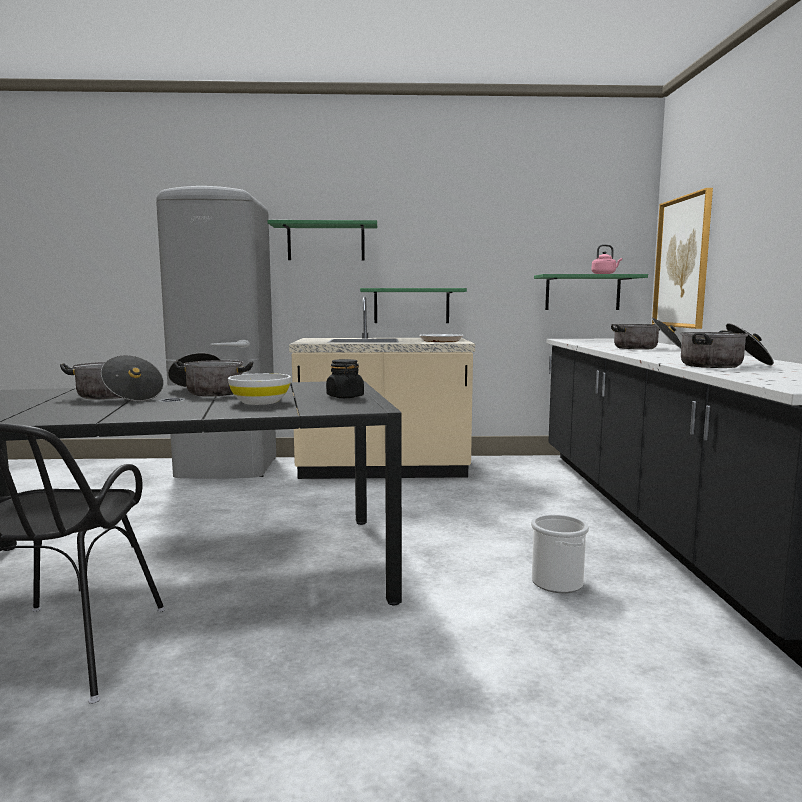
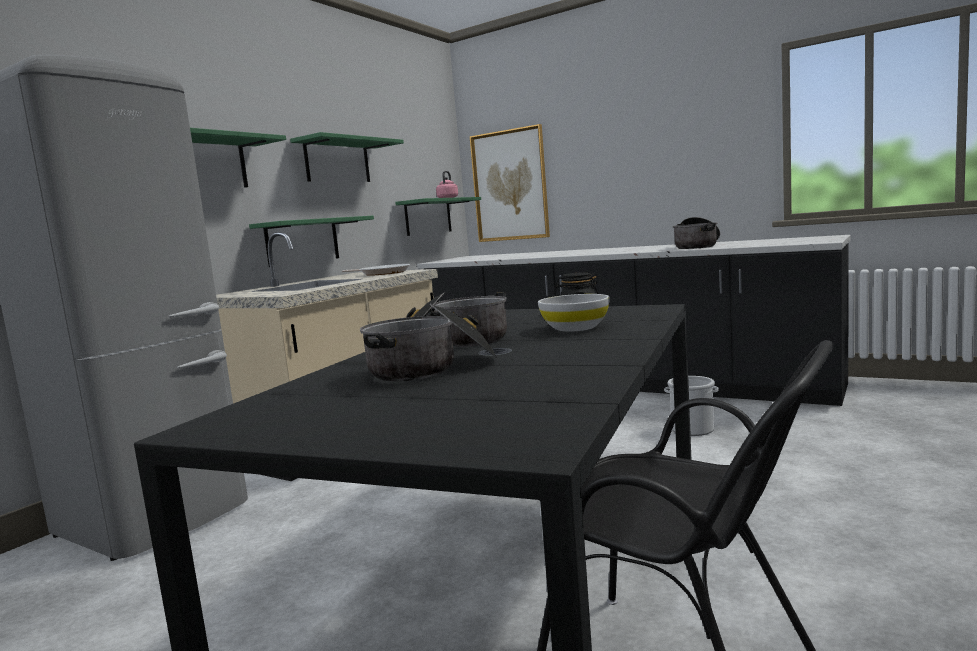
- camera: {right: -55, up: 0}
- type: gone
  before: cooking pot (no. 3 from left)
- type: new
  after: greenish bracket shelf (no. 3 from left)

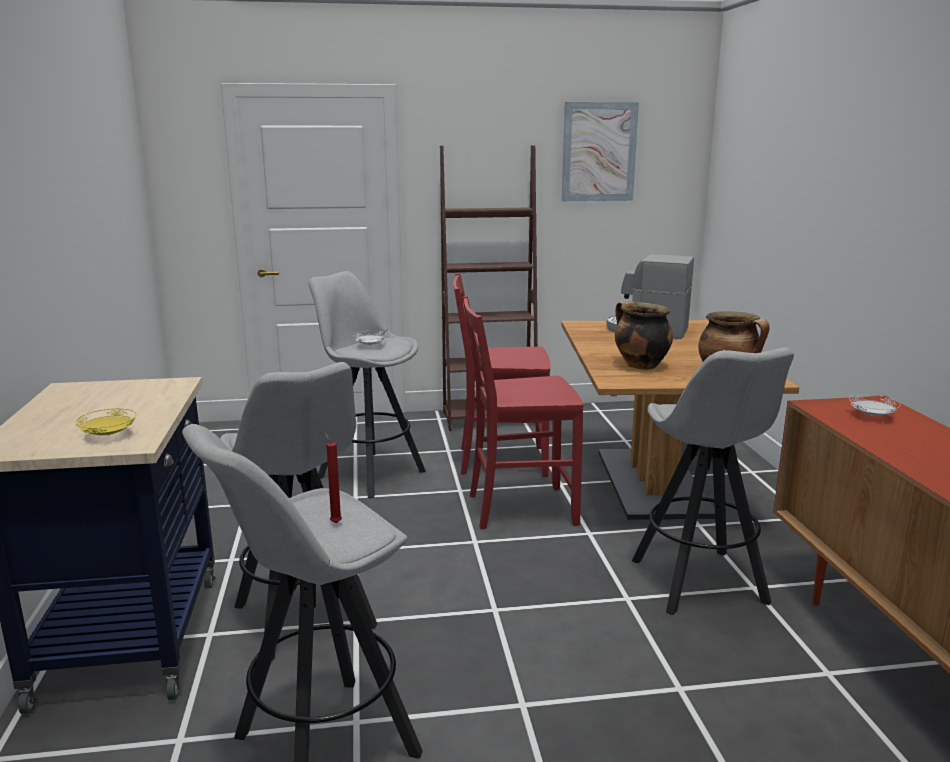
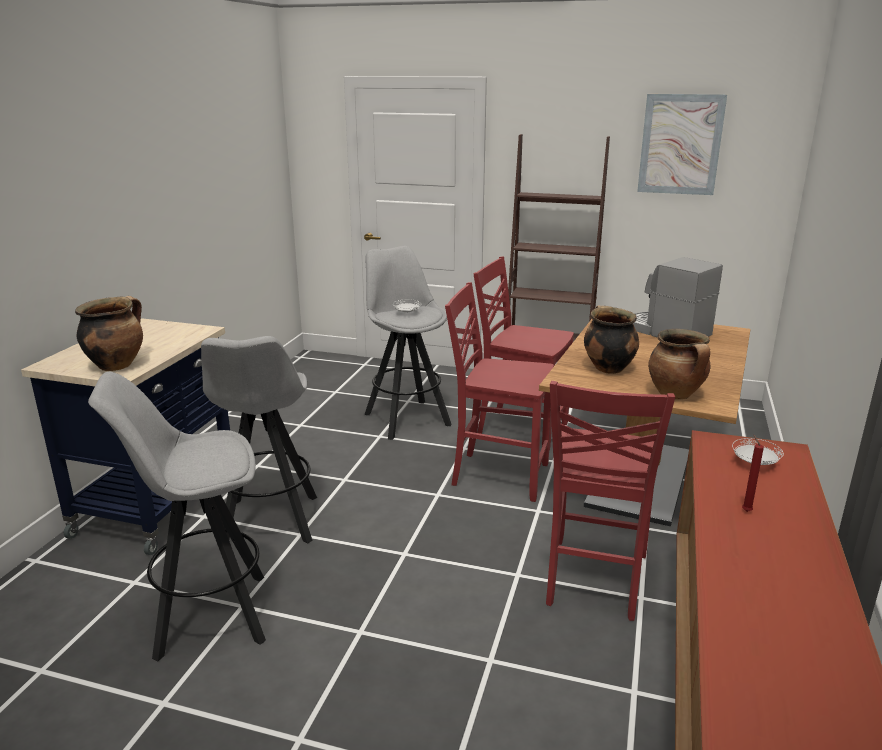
- camera: {right: 25, up: 5}
- type: swapped
  before: yellow-coloured plate
  after: cooking pot (no. 1 from left)
- type: shifted
  before: red-coloured wax candle
- type: swapped
  before: grey sitting stool (no. 4 from left)
  after: red-coloured plain chair (no. 3 from left)

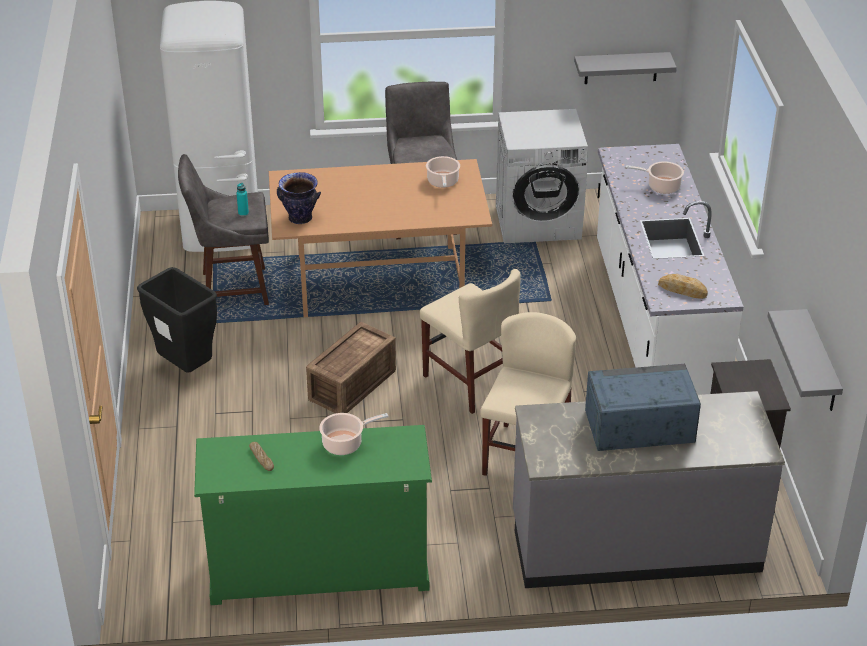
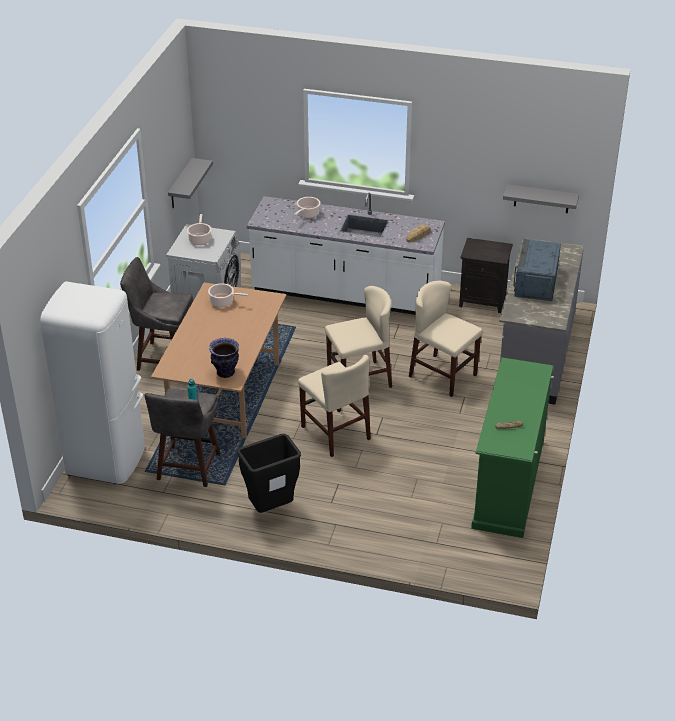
- camera: {right: -70, up: 0}
- type: swapped
  before: crate
  after: beige plain chair (no. 1 from left)
- type: shifted
  before: cooking pot (no. 1 from left)

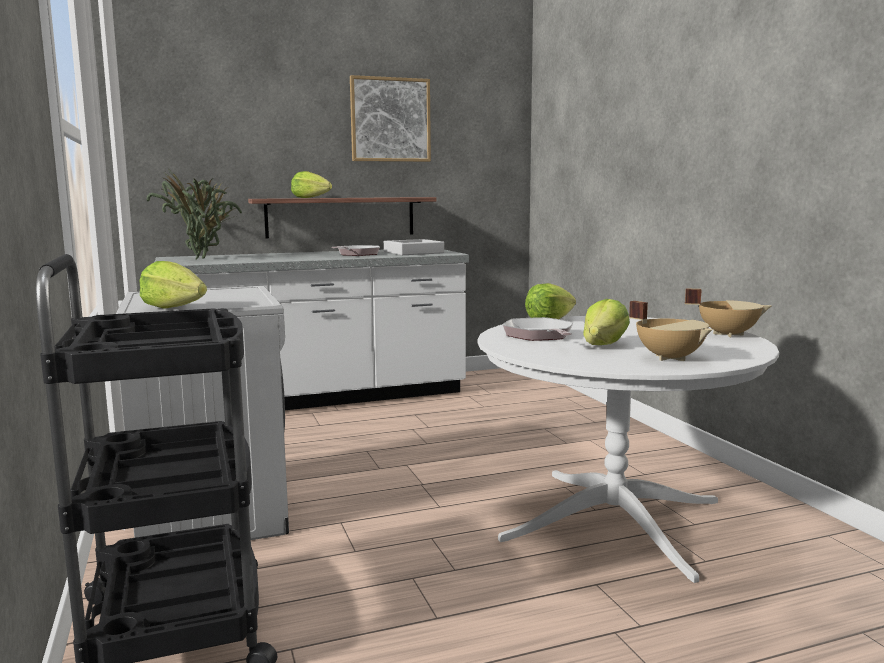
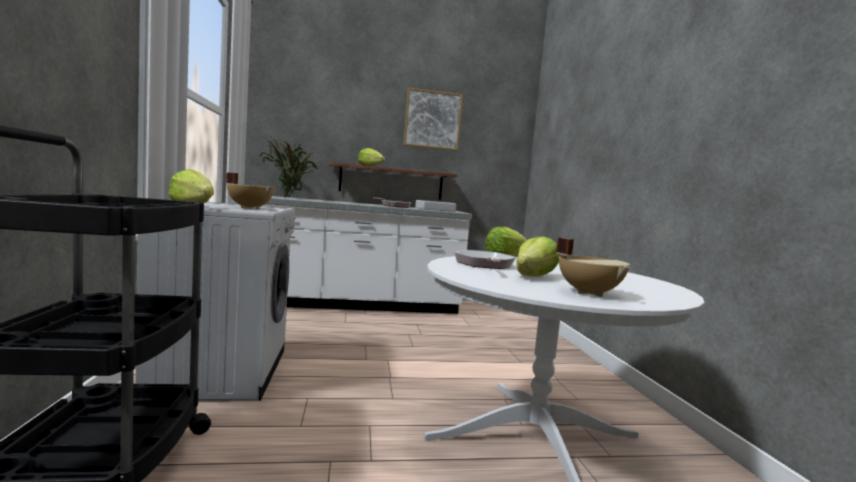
- camera: {right: 10, up: -5}
- type: shifted
  before: beige cooking pot (no. 2 from left in the first image)
  after: beige cooking pot (no. 1 from left)

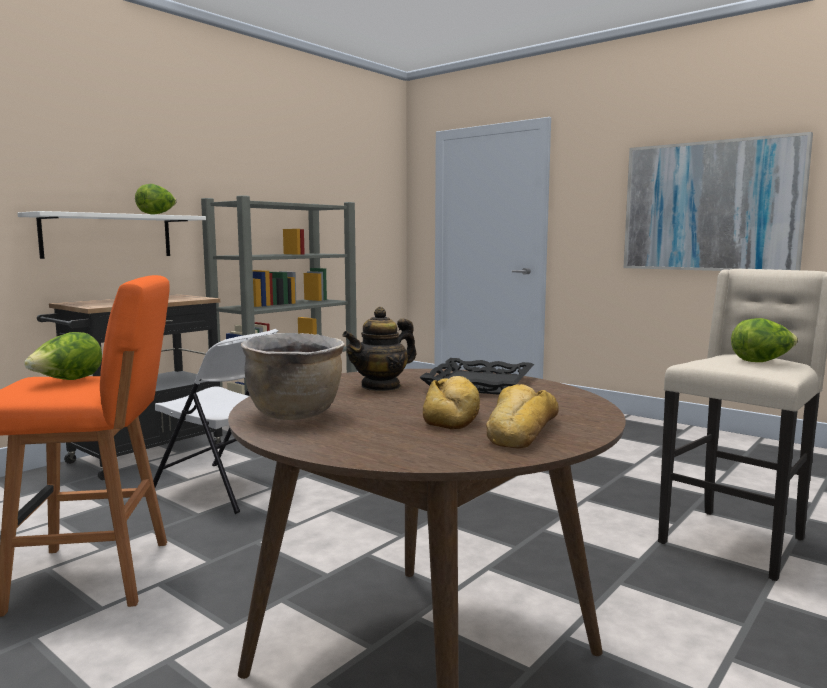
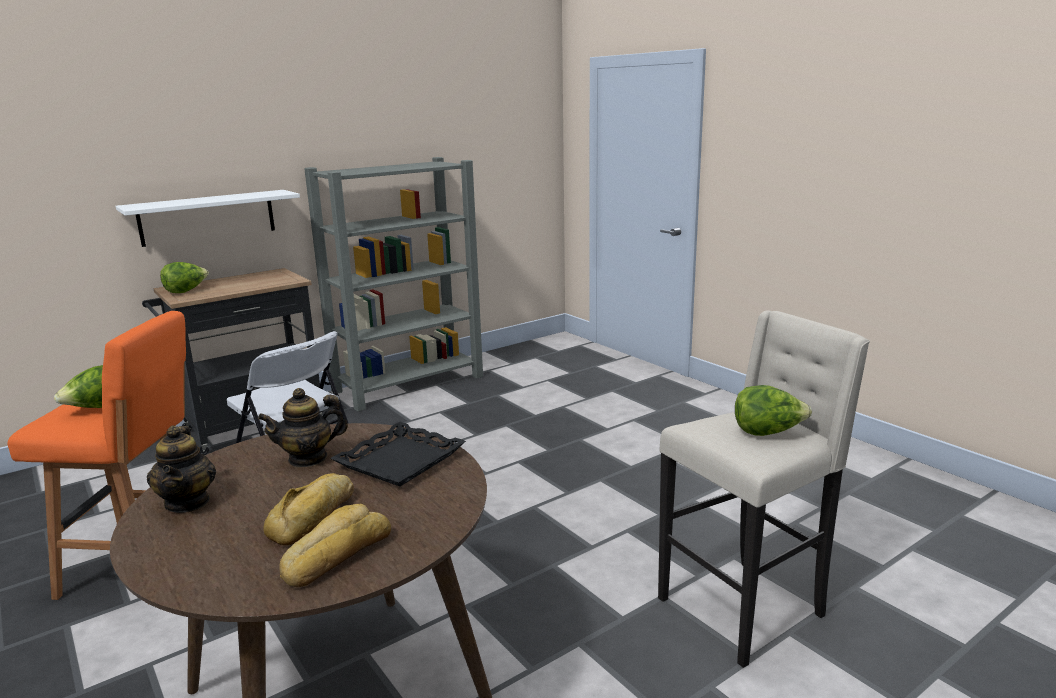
- camera: {right: 15, up: 10}
- type: shifted
  before: lettuce (no. 2 from left)
- type: swapped
  before: brown cooking pot
  after: pot for tea (no. 1 from left)
- type: gone
  before: wall art

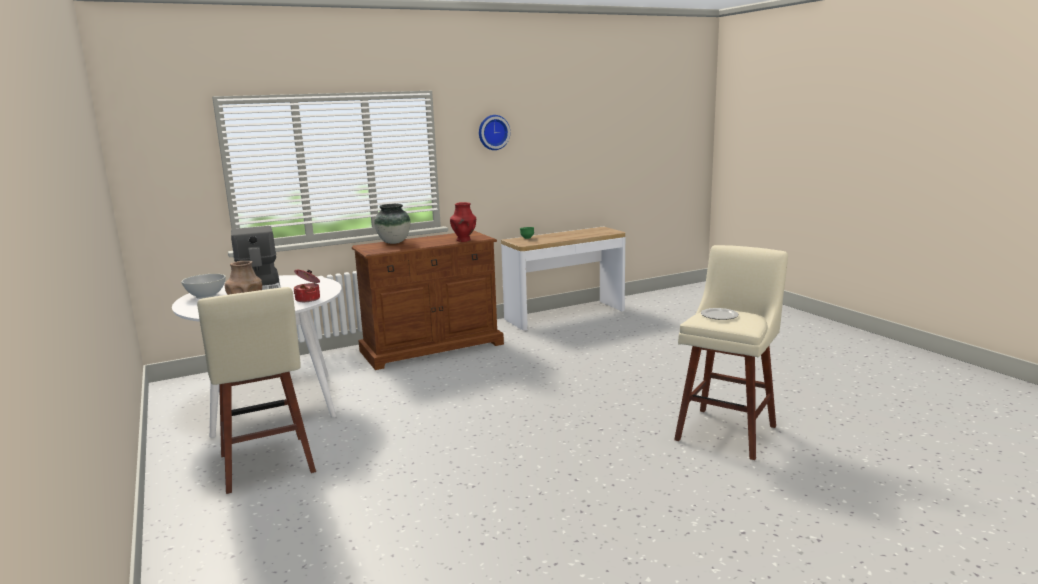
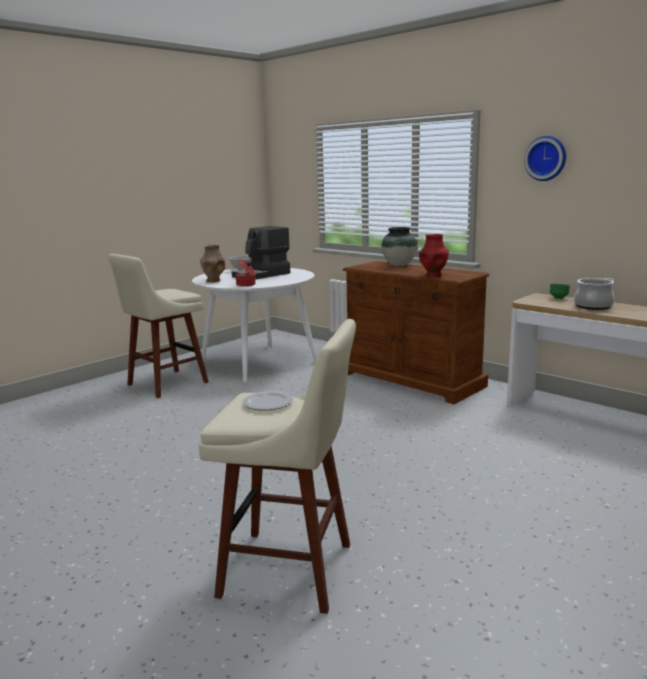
- camera: {right: 70, up: 0}
- type: new
  after: cooking pot (no. 2 from left)

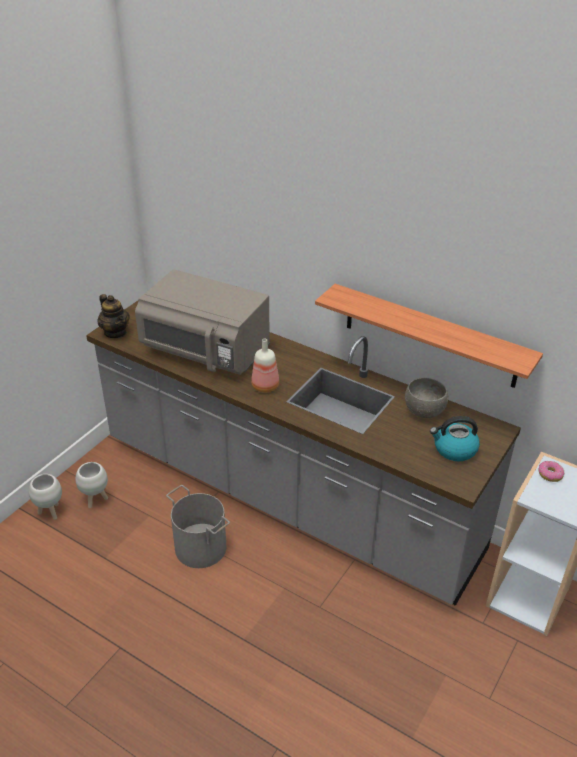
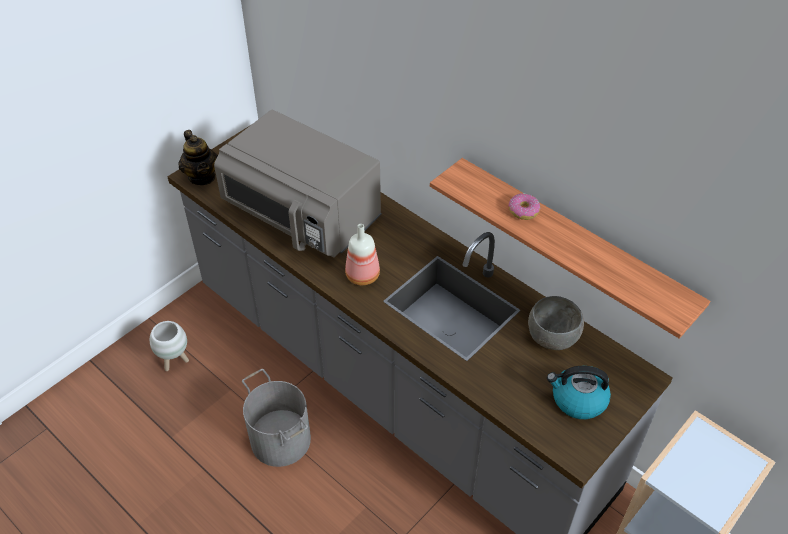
- camera: {right: 10, up: 10}
- type: gone
  before: white-coloured flower pot (no. 1 from left)
- type: shifted
  before: ring doughnut

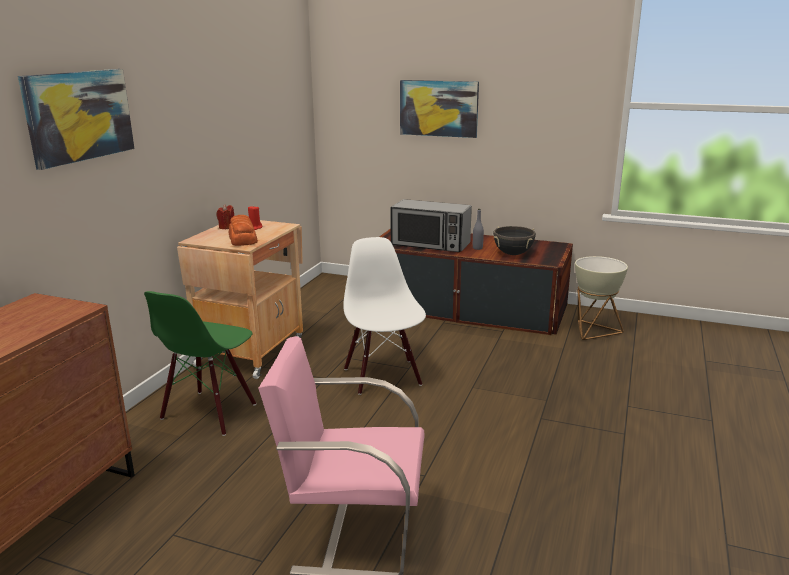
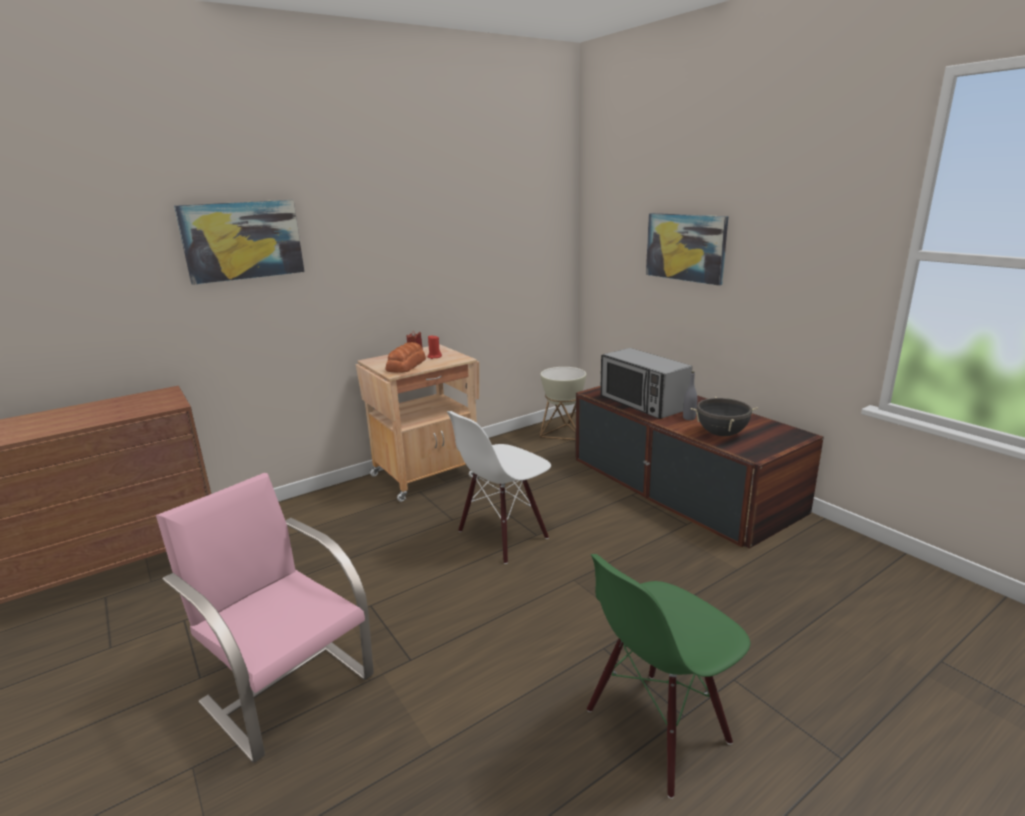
- camera: {right: 35, up: 0}
- type: shifted
  before: greenish plain chair
- type: rotated
  before: white-coloured plain chair
  turn: -150
- type: shifted
  before: flower pot

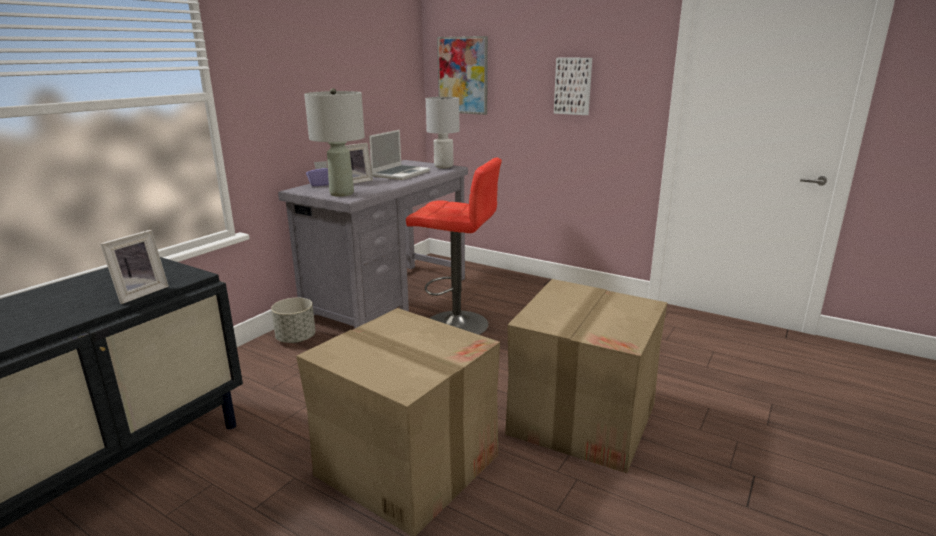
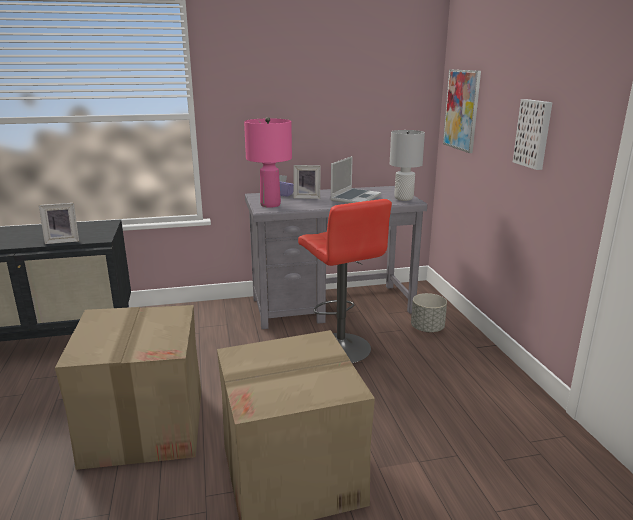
- camera: {right: 45, up: 0}
- type: shifted
  before: grey flower pot
- type: repainted
  before: grey tabletop lamp (no. 1 from left)
  after: pinkish tabletop lamp
- type: rotated
  before: portable computer
  turn: -45

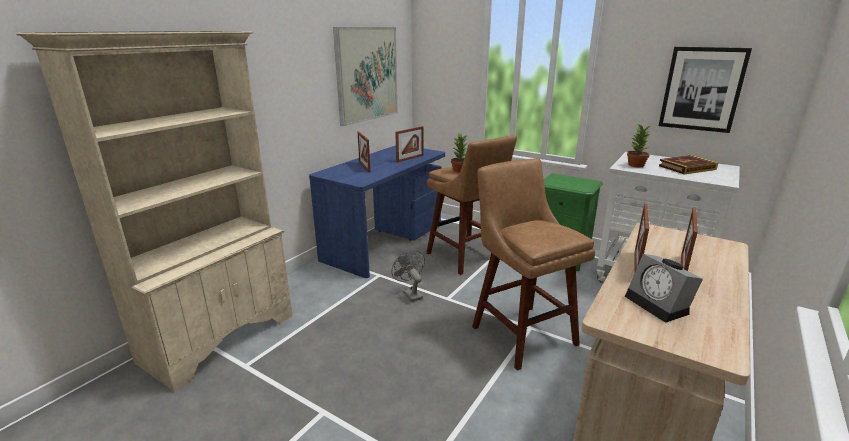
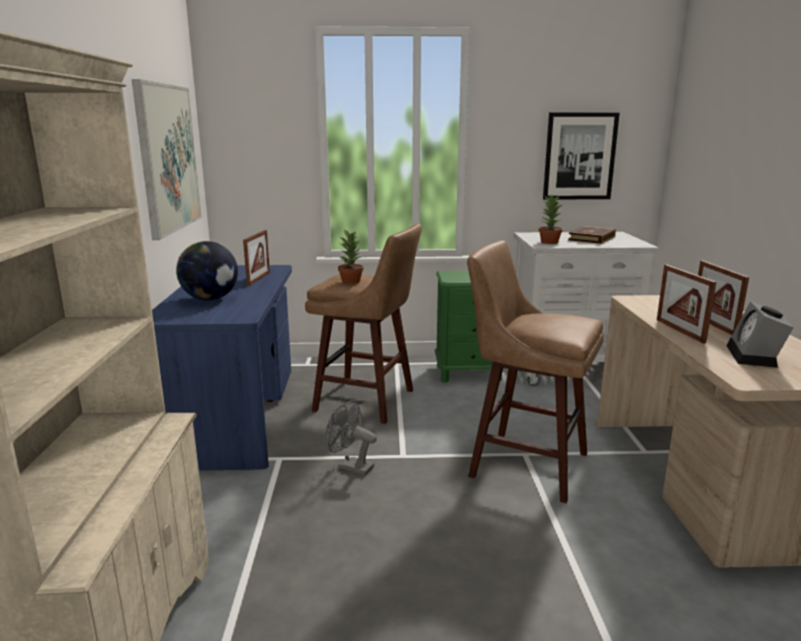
- camera: {right: -35, up: -5}
- type: swapped
  before: standing frame (no. 1 from left)
  after: globe
- type: rotated
  before: table clock
  turn: 75

